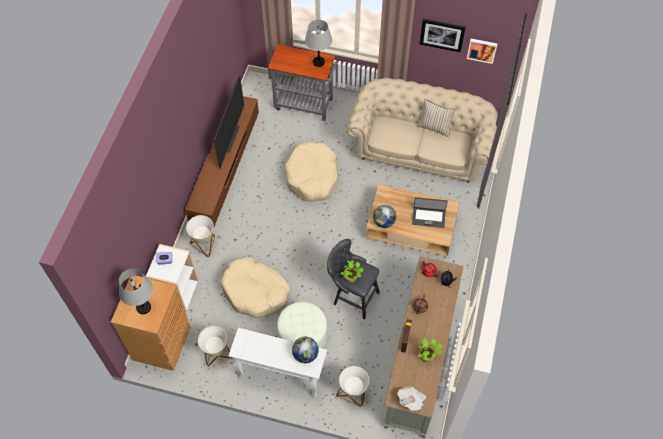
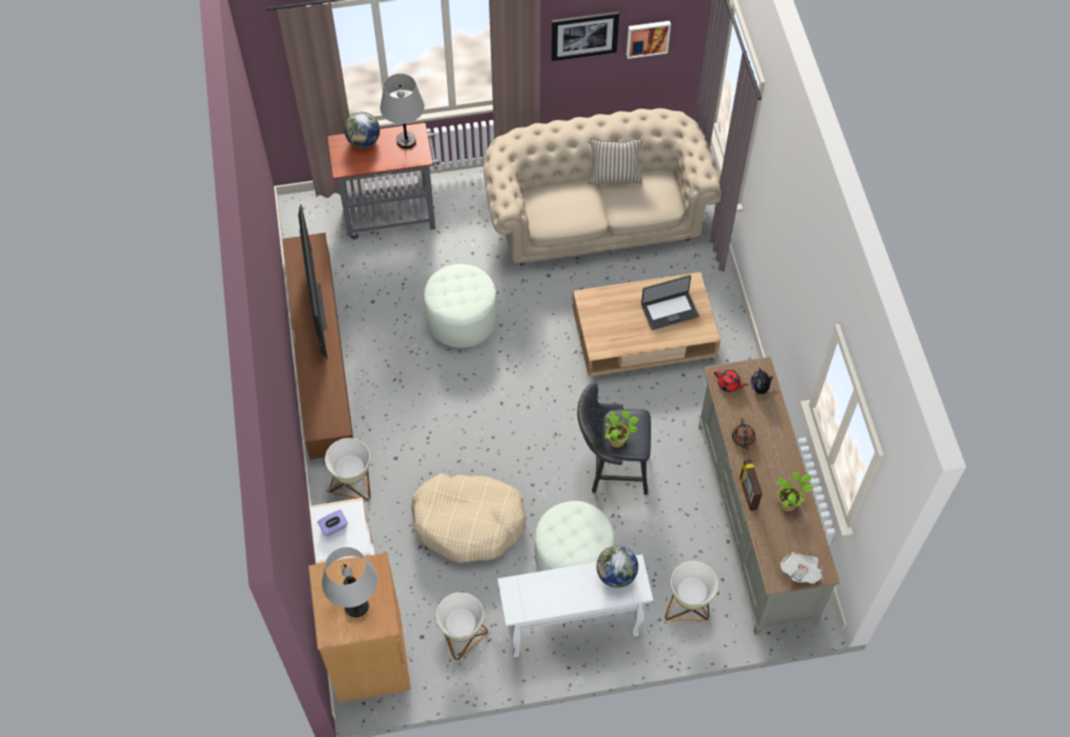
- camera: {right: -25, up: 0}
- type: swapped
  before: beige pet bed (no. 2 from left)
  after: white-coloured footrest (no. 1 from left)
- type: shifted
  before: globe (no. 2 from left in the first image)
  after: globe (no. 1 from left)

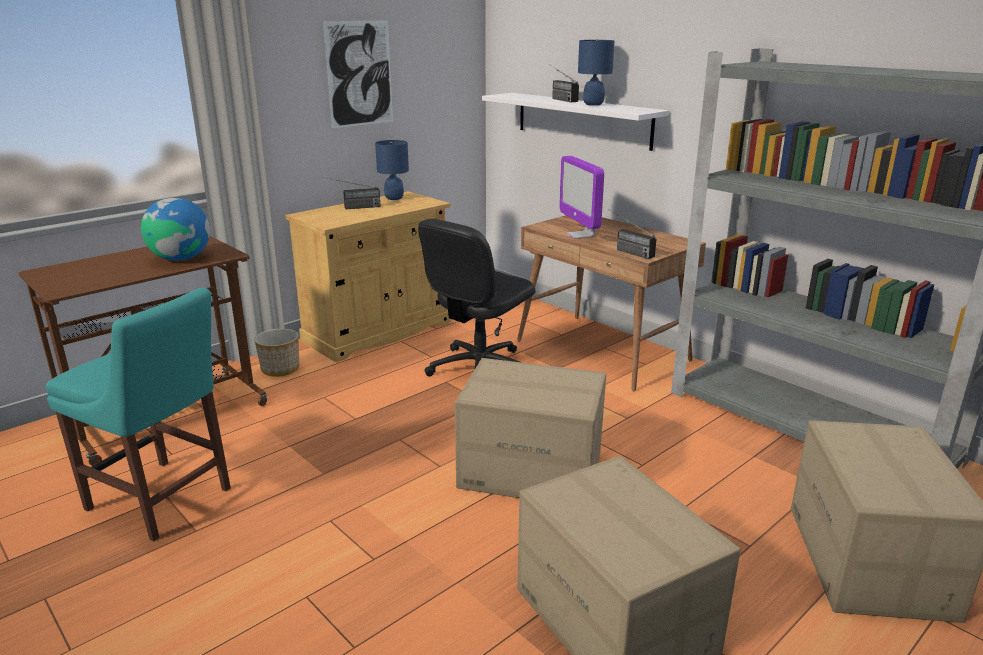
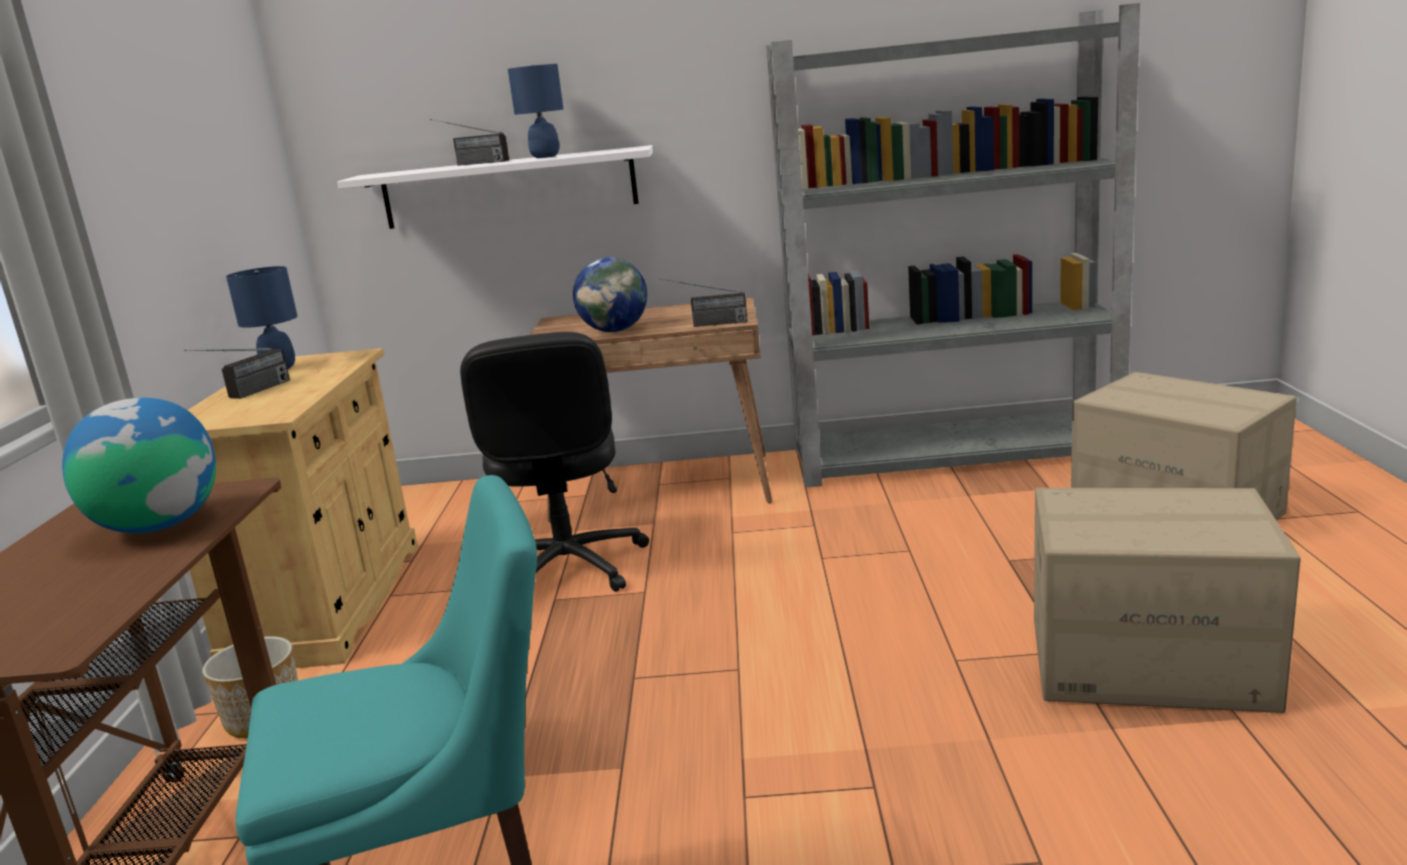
- camera: {right: -45, up: -5}
- type: gone
  before: wall art
- type: gone
  before: carton (no. 1 from left)
- type: swapped
  before: computer display
  after: globe (no. 2 from left)

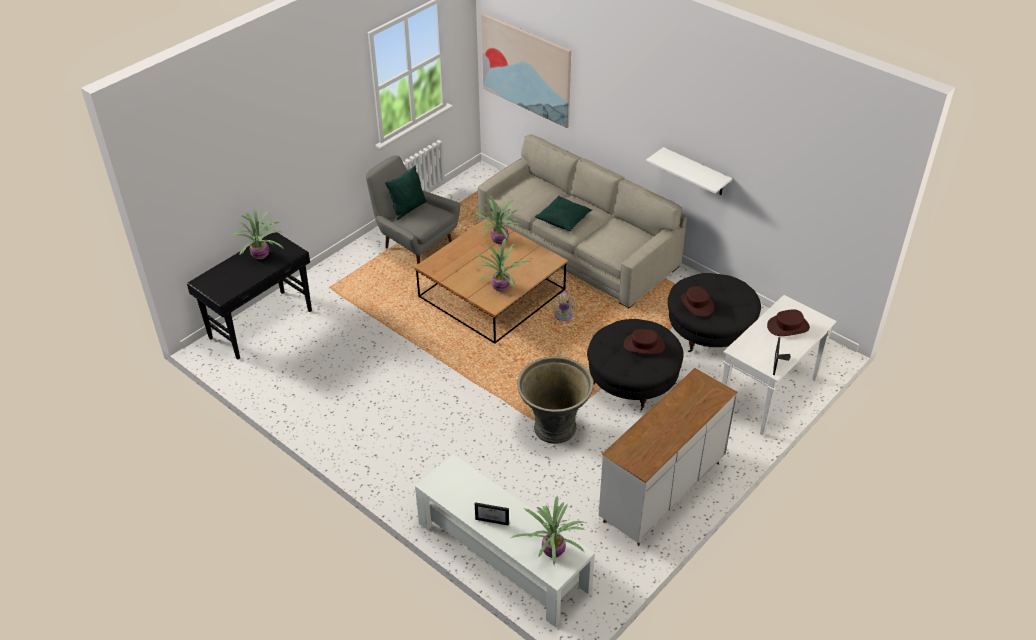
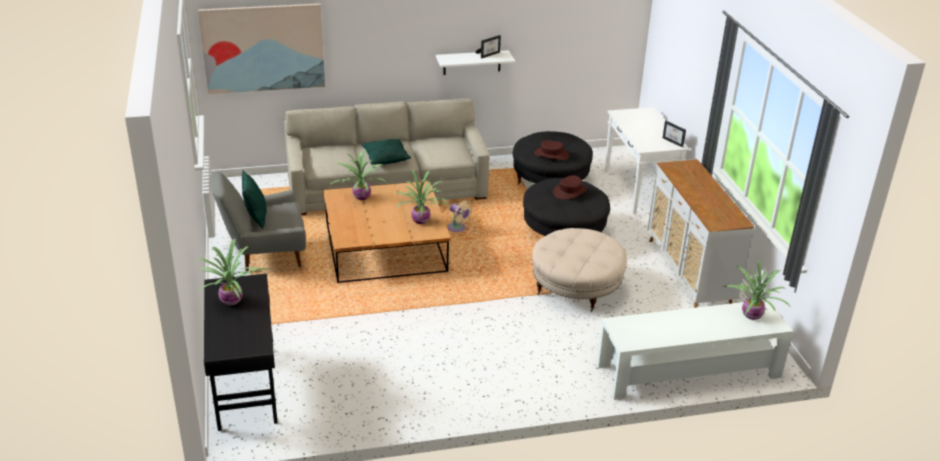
- camera: {right: -55, up: -10}
- type: shifted
  before: standing frame (no. 1 from left)
- type: swapped
  before: grey flower pot
  after: beige footrest
- type: gone
  before: brown clothing hat (no. 3 from left)

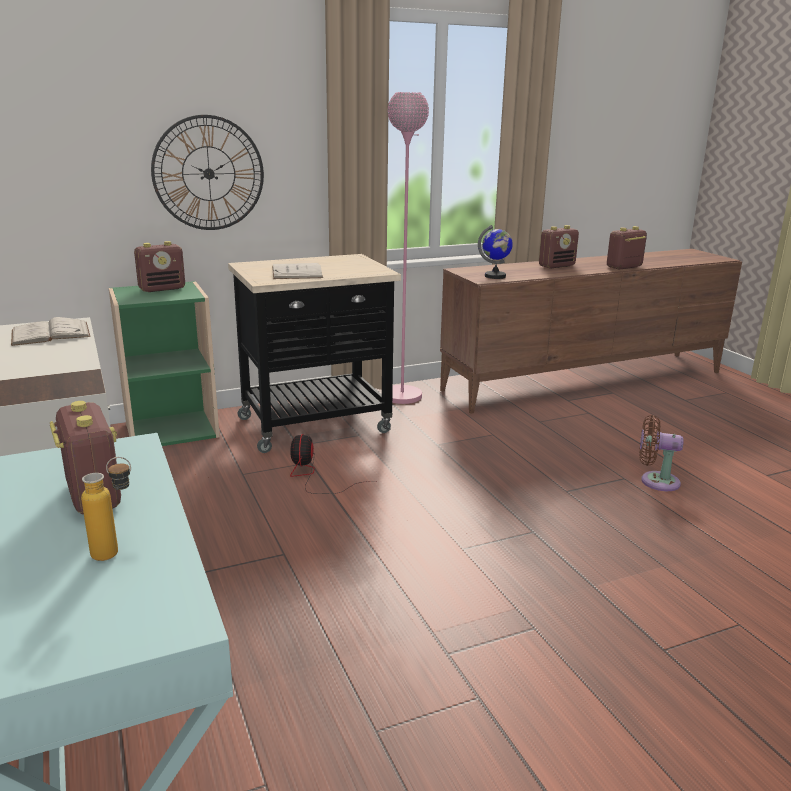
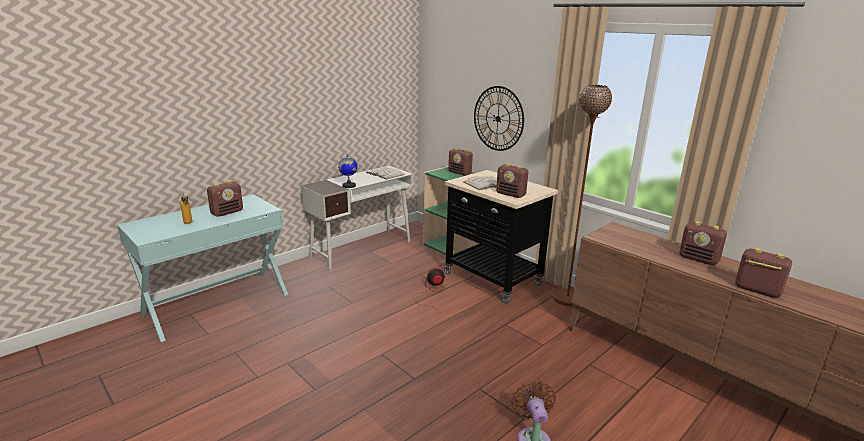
- camera: {right: 70, up: 0}
- type: repainted
  before: pinkish floor lamp
  after: brown floor lamp
- type: shifted
  before: globe
- type: new
  after: radio (no. 3 from left)

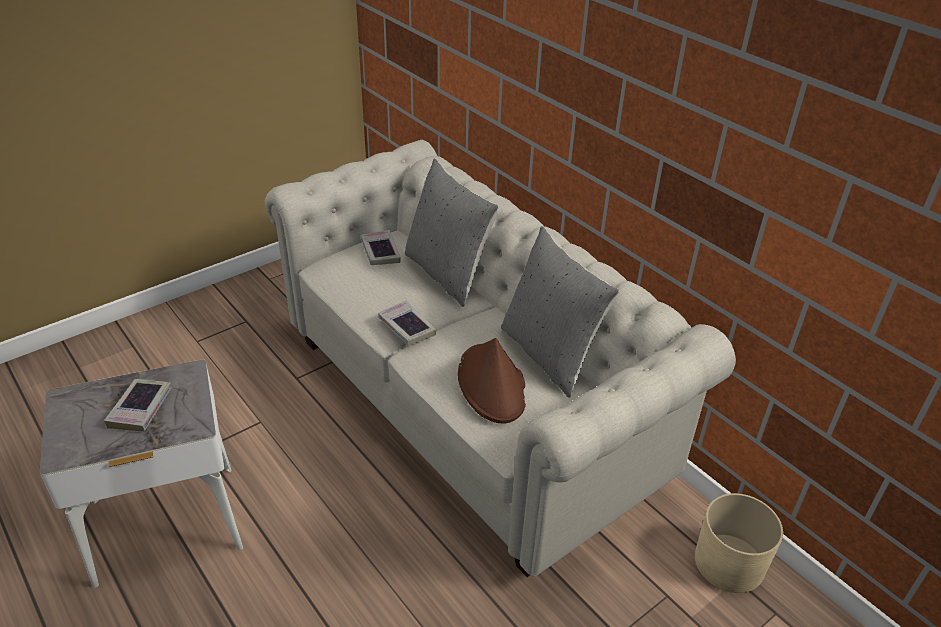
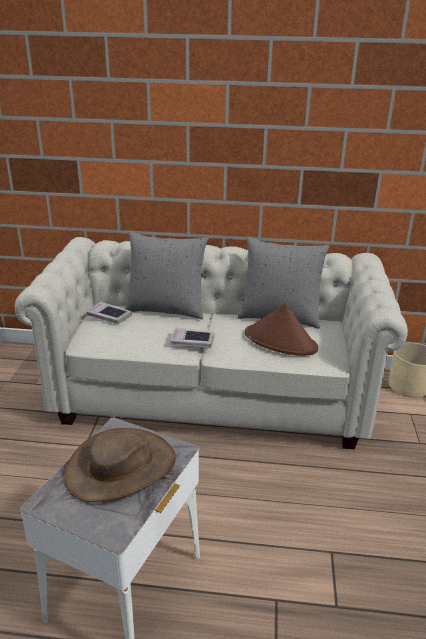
- camera: {right: -45, up: -10}
- type: swapped
  before: book (no. 1 from left)
  after: brown clothing hat (no. 1 from left)

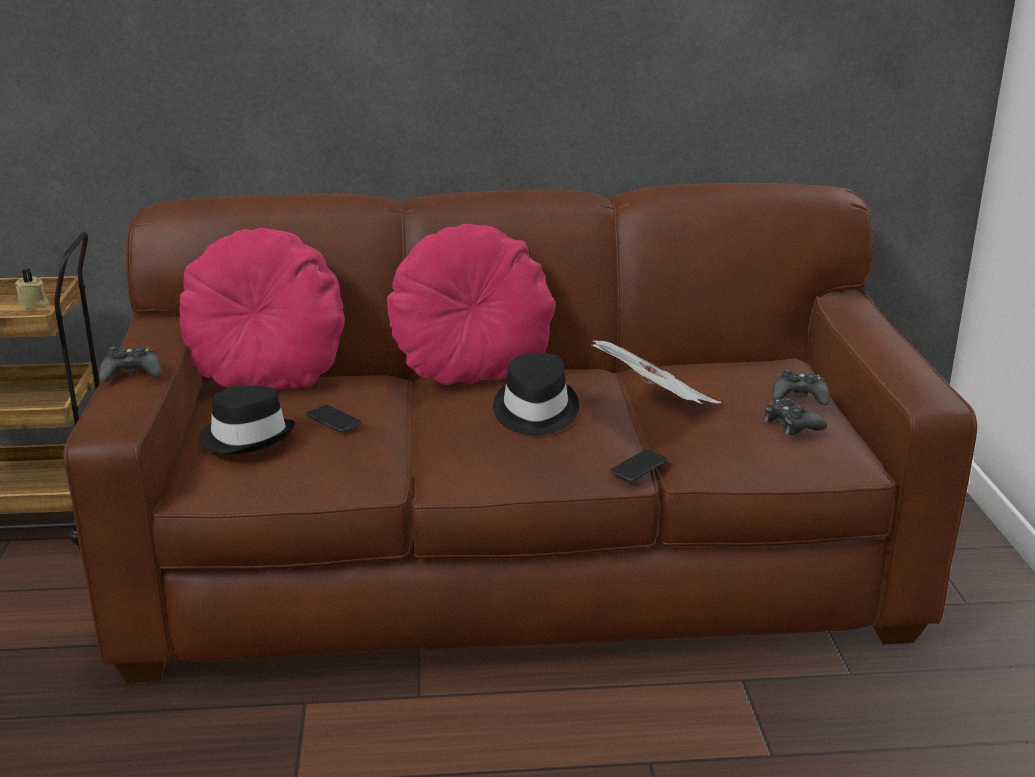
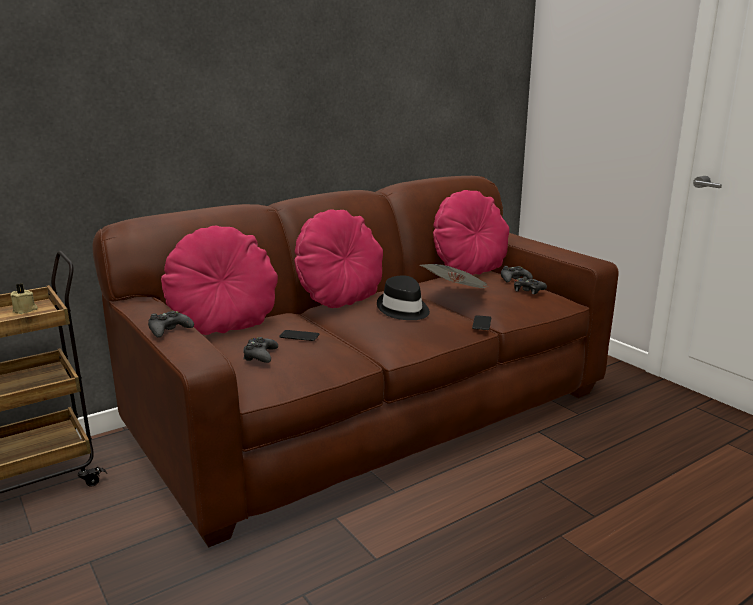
- camera: {right: -30, up: -5}
- type: swapped
  before: black-coloured clothing hat (no. 1 from left)
  after: black-coloured gamepad (no. 2 from left)
- type: new
  after: pinkish throw pillow (no. 3 from left)

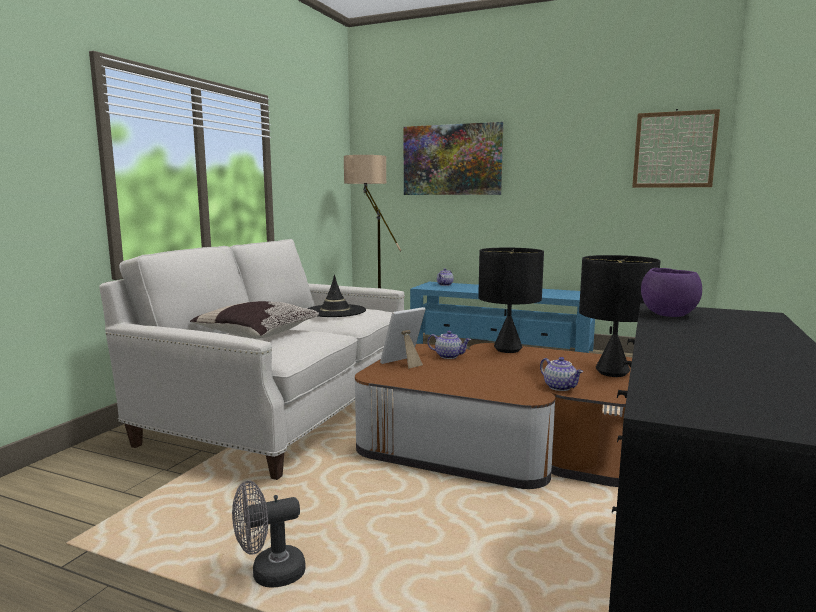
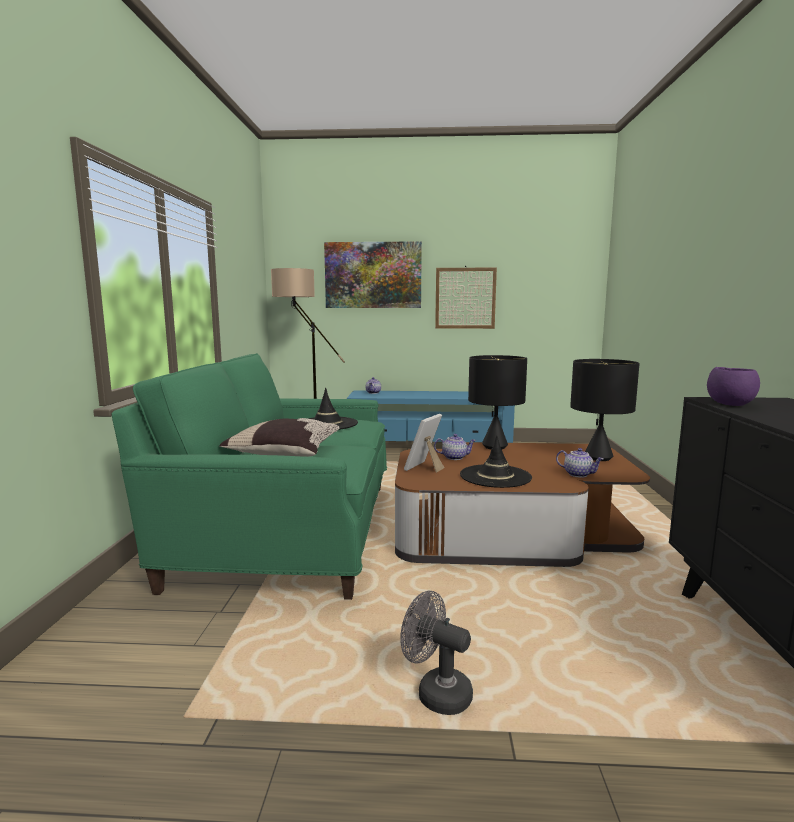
- camera: {right: -20, up: 0}
- type: repainted
  before: white-coloured settee
  after: greenish settee
- type: rotated
  before: grey cooling fan
  turn: 75
- type: shifted
  before: wall art (no. 2 from left)
- type: new
  after: black-coloured clothing hat (no. 2 from left)

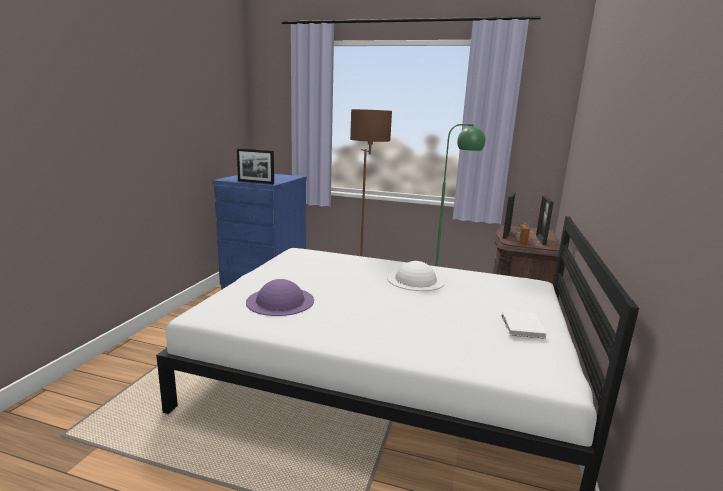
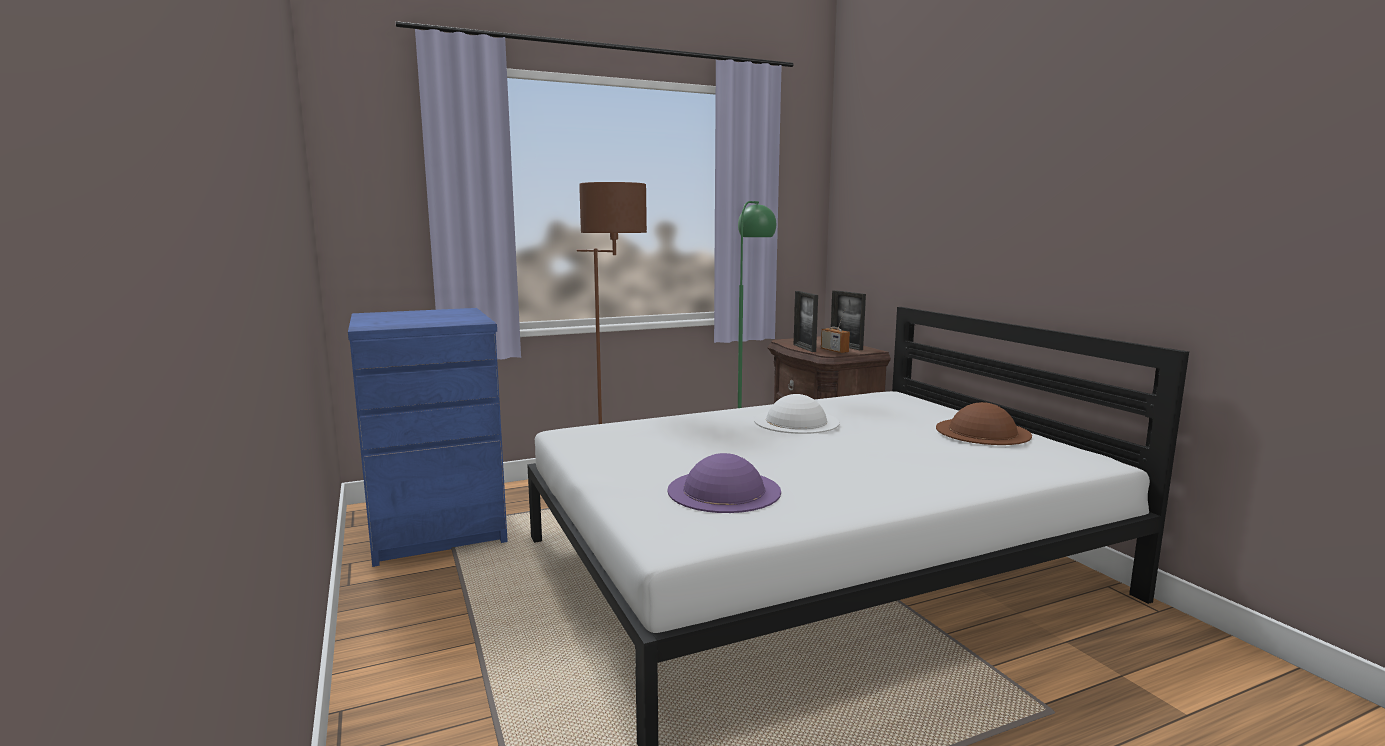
- camera: {right: -40, up: -5}
- type: gone
  before: standing frame (no. 1 from left)
- type: swapped
  before: white-coloured book
  after: brown clothing hat

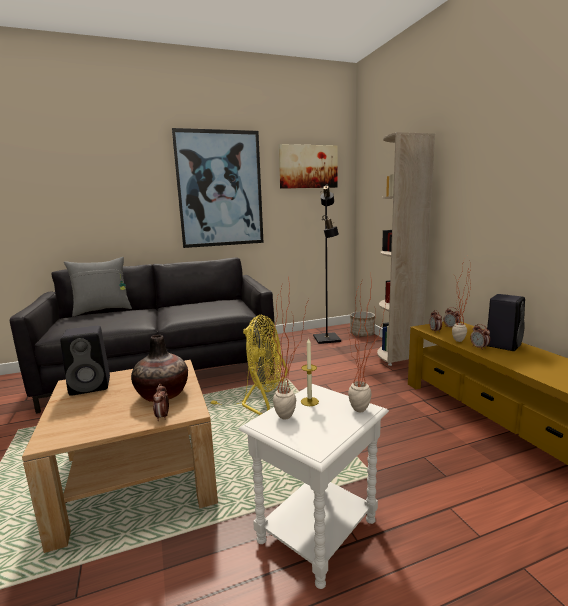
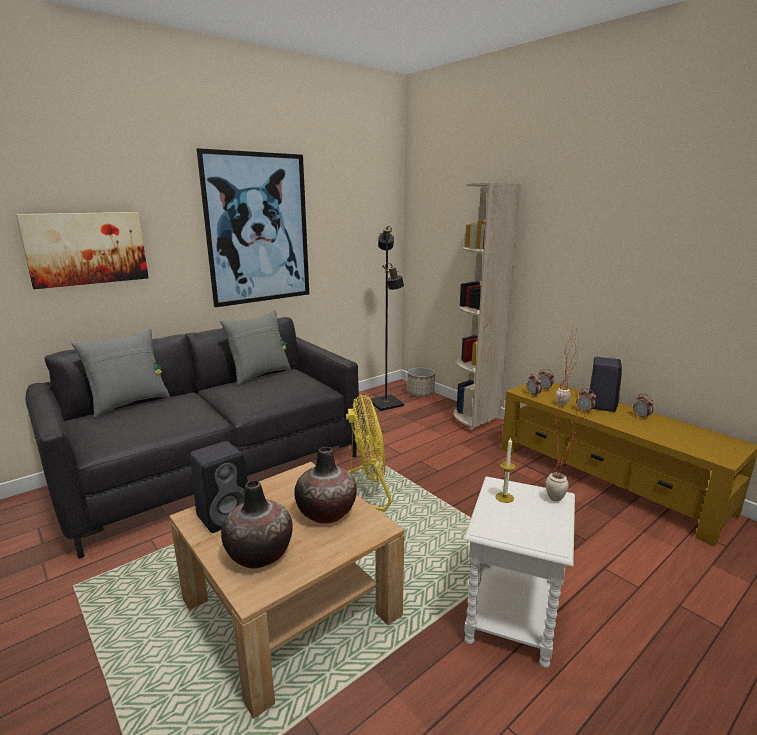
- camera: {right: -20, up: 5}
- type: shifted
  before: table clock (no. 1 from left in the first image)
  after: table clock (no. 4 from left)
- type: gone
  before: plant in a pot (no. 1 from left)
- type: shifted
  before: wall art (no. 2 from left in the first image)
  after: wall art (no. 1 from left)
- type: new
  after: grey throw pillow (no. 2 from left)
- type: new
  after: flower vase (no. 1 from left)

